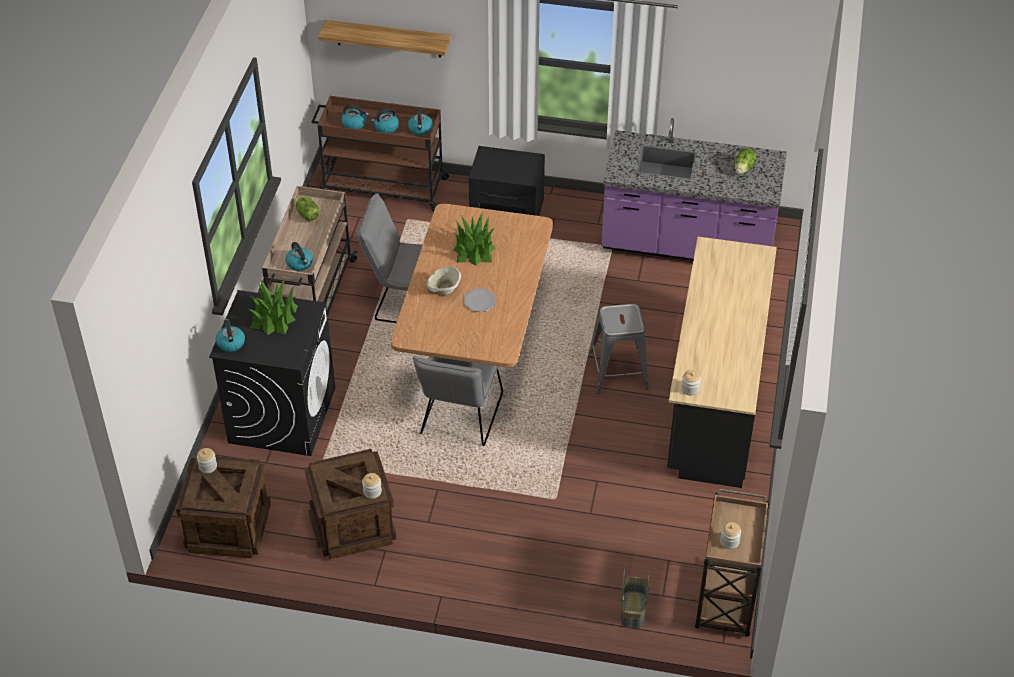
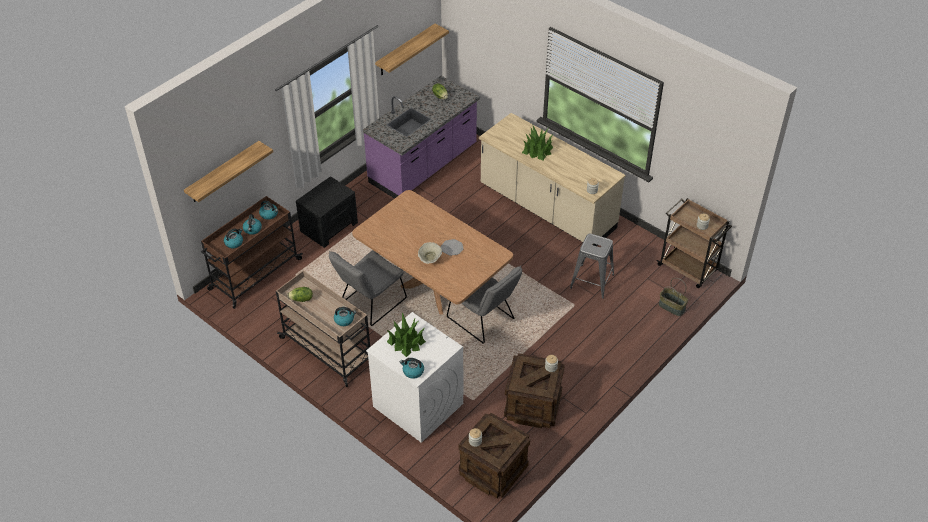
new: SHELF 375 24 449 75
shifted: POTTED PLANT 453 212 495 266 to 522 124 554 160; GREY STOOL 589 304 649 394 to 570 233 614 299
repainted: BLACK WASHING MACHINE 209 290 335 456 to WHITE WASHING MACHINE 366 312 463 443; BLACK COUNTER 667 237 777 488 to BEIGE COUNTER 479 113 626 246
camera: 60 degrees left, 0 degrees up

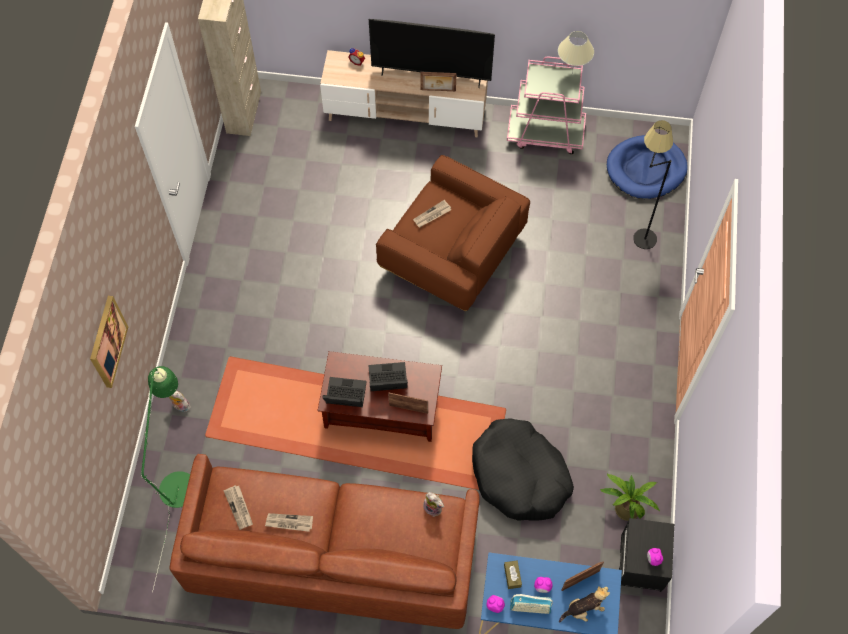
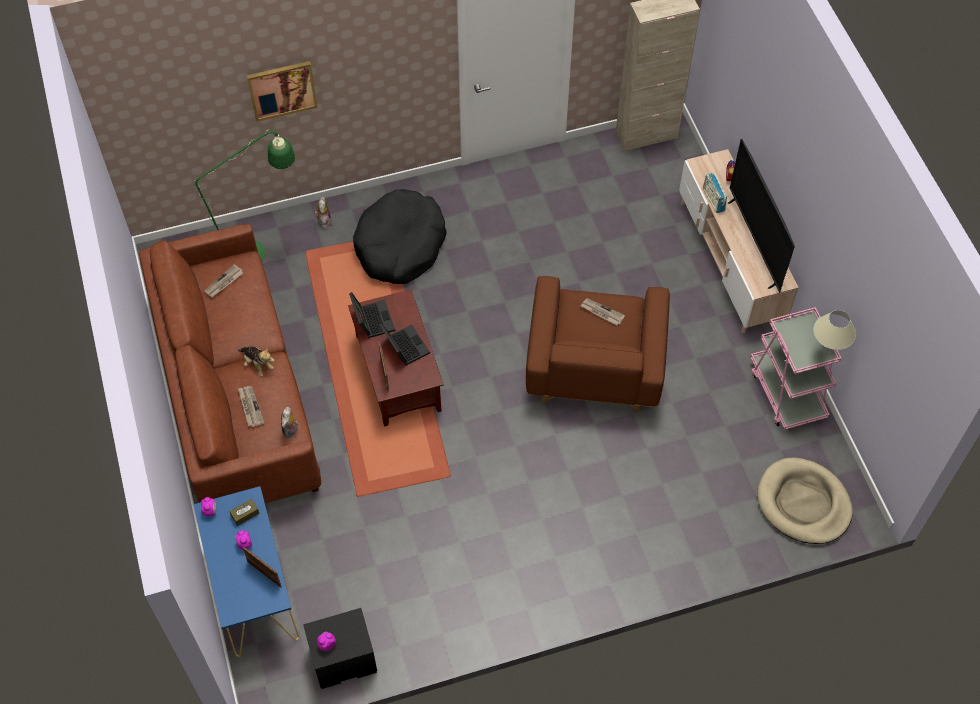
gone: PICTURE FRAME 421 72 457 91; POTTED PLANT 600 473 660 521; BLACK FLOOR LAMP 633 120 673 249
shifted: NEWSPAPER 265 513 313 532 to 238 386 265 427; BLACK DOG BED 472 418 574 521 to 353 189 447 284; RADIO 510 594 553 614 to 703 173 727 213; PLUSH TOY 559 586 610 622 to 238 347 275 376
repainted: BLUE DOG BED 607 135 688 199 to BEIGE DOG BED 757 458 853 544
camera: 65 degrees right, 5 degrees down

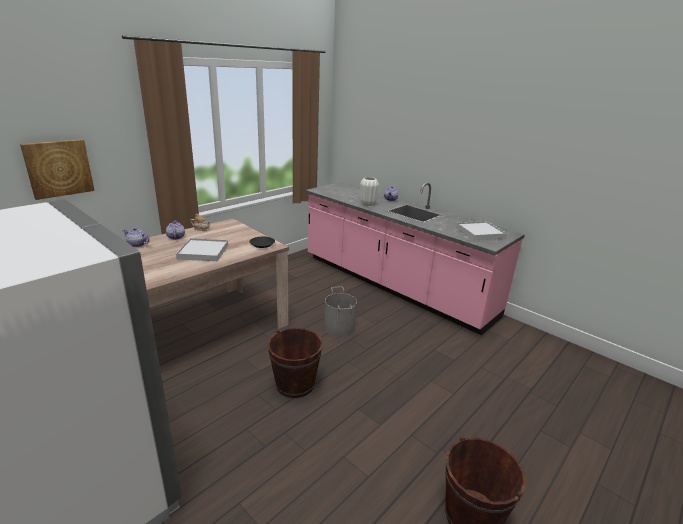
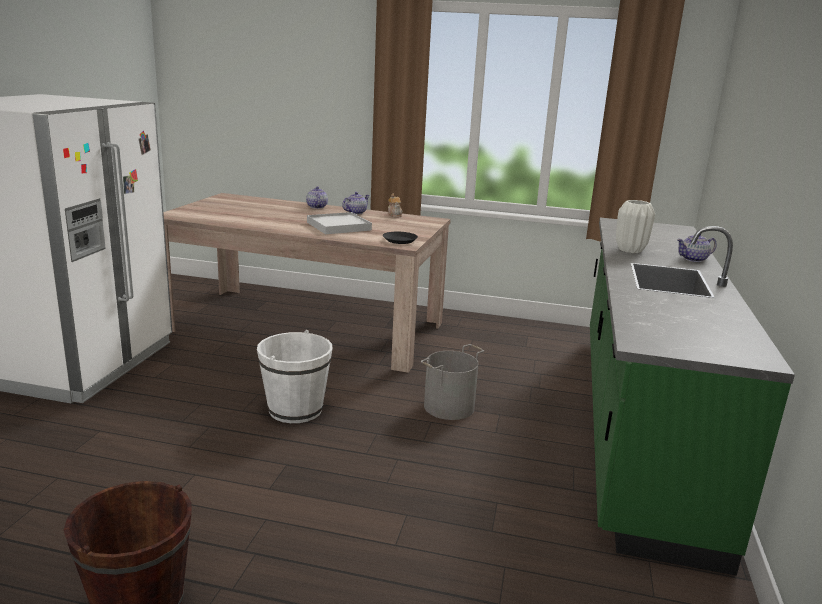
gone: PICTURE 20 139 95 200; WHITE TRAY 456 221 507 240
repainted: BROWN BUCKET 268 328 323 398 to WHITE BUCKET 257 330 333 423; PINK COUNTER 305 182 525 335 to GREEN COUNTER 590 218 795 576
camera: 60 degrees right, 5 degrees down

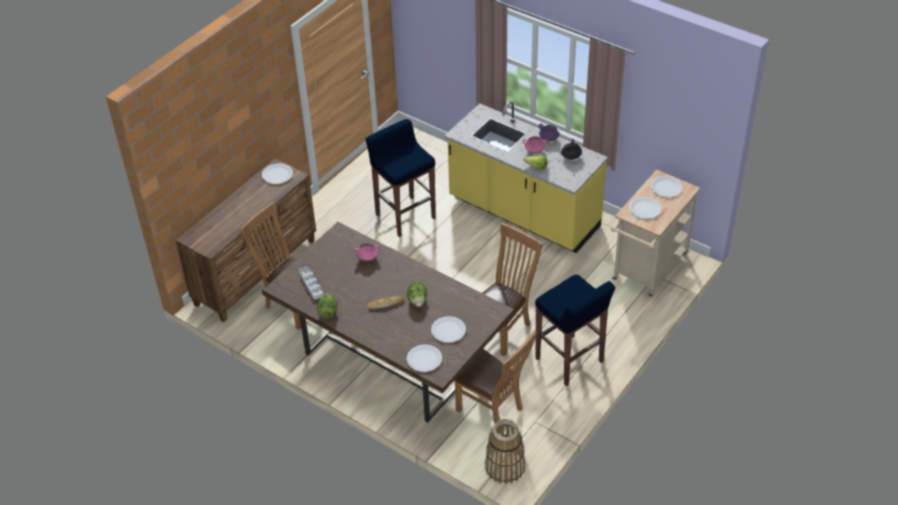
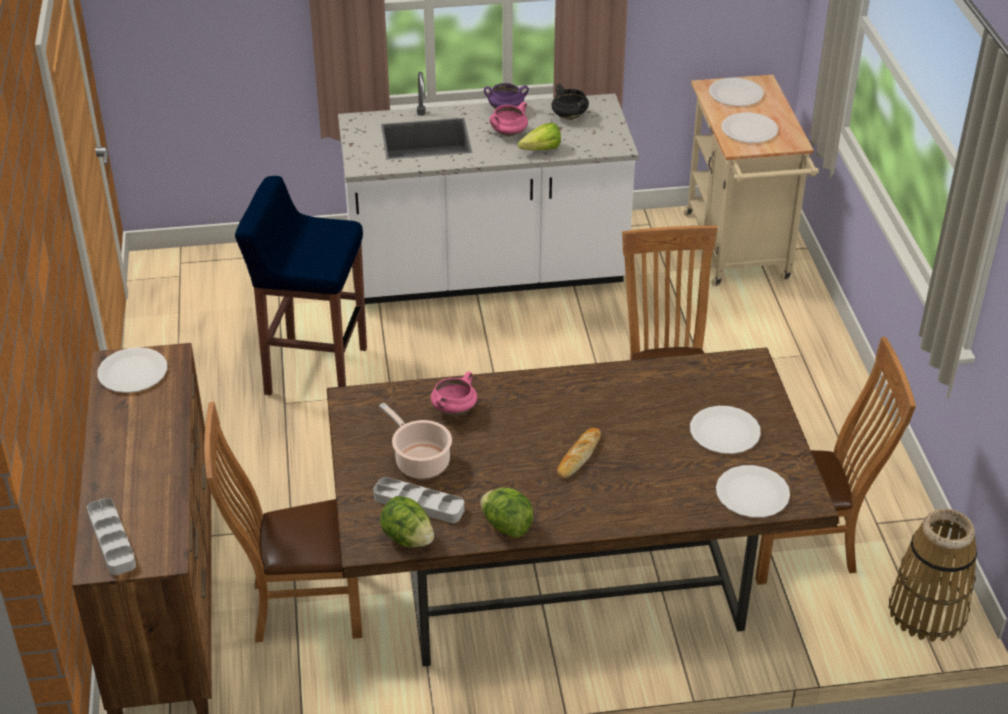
gone: BLUE STOOL 535 275 615 386
new: GREY TRAY 87 498 136 575; COOKING POT 379 403 452 479
shifted: LETTUCE 407 281 428 307 to 380 496 434 548
repainted: YELLOW COUNTER 444 102 608 253 to WHITE COUNTER 338 72 639 304
camera: 45 degrees left, 5 degrees down

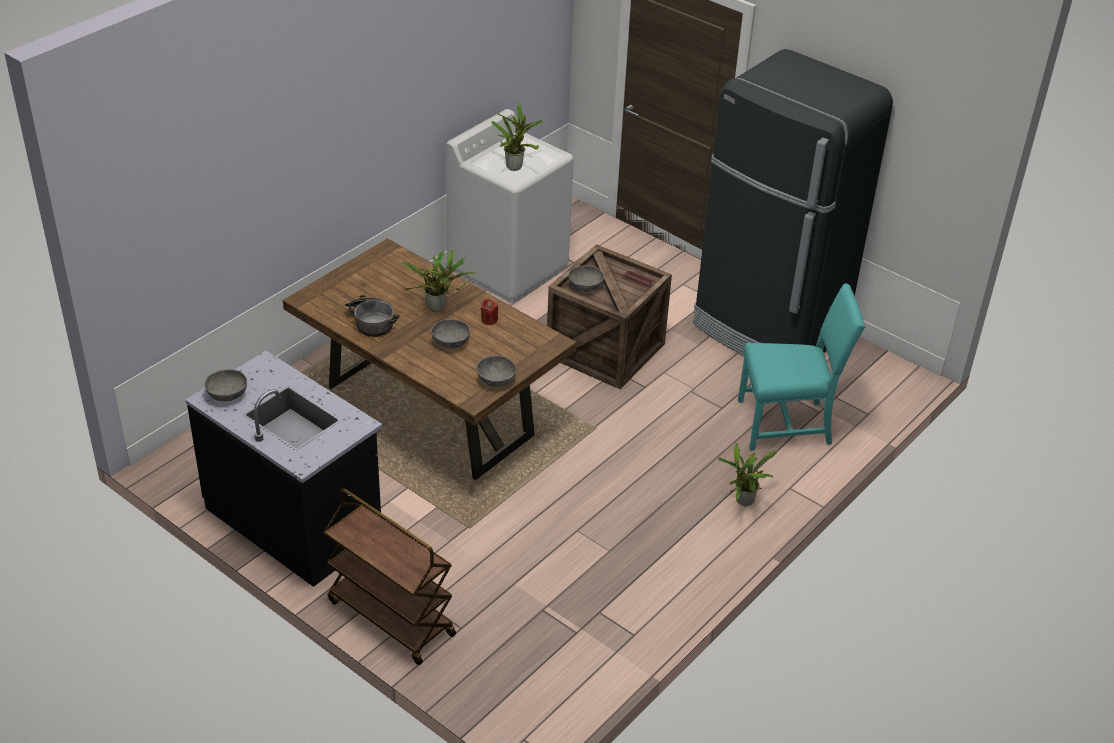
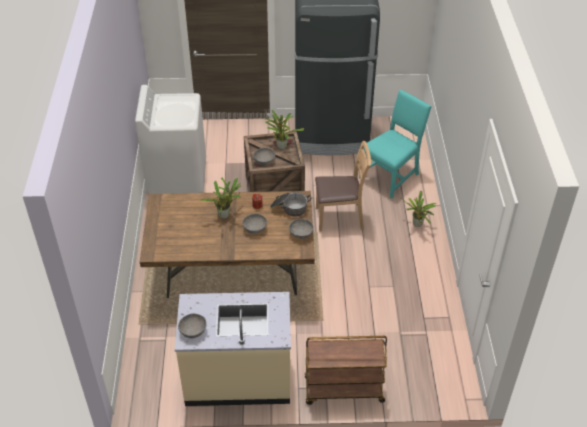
new: BROWN CHAIR 315 141 371 232
shifted: COOKING POT 345 295 400 337 to 270 192 311 217; POTTED PLANT 491 103 543 171 to 265 110 304 149
repainted: BLACK COUNTER 185 351 382 587 to BEIGE COUNTER 175 292 291 406
camera: 40 degrees left, 5 degrees up

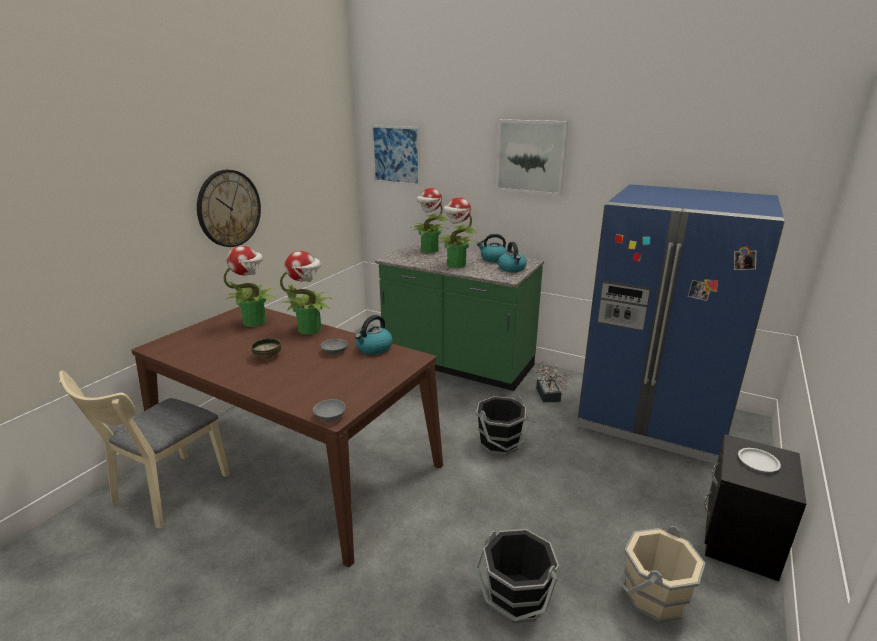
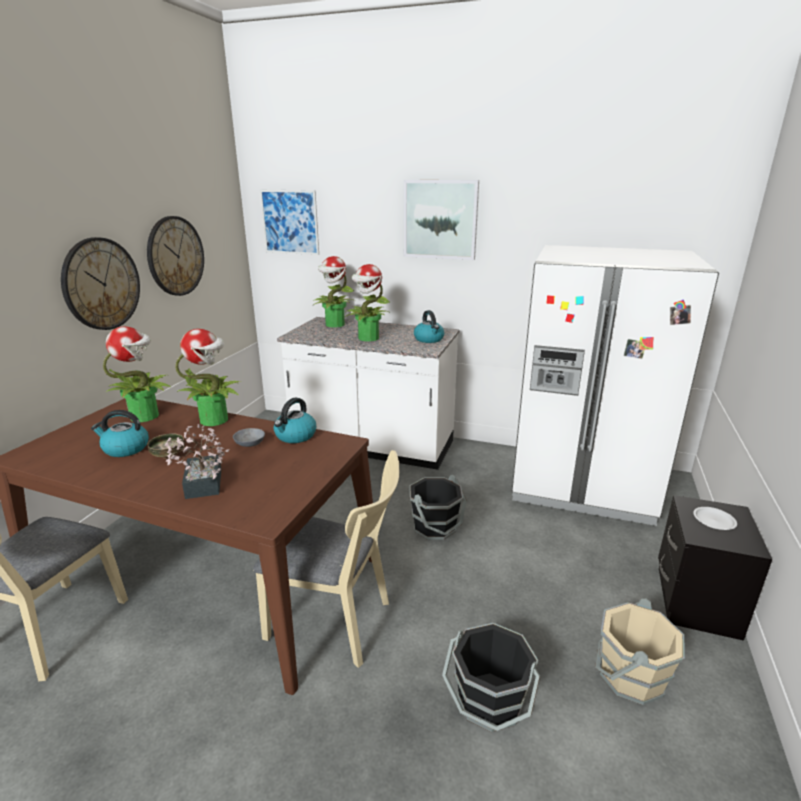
gone: GREY BOWL 313 399 345 422
new: WALL CLOCK 147 216 204 296; BEIGE CHAIR 253 450 400 668
shifted: KETTLE 477 234 507 262 to 91 410 149 457; POTTED PLANT 533 361 572 402 to 165 424 229 499
repainted: GREEN COUNTER 375 242 544 391 to WHITE COUNTER 277 317 459 470; BLUE FRIDGE 578 184 785 464 to WHITE FRIDGE 512 245 719 526
camera: 10 degrees left, 0 degrees up

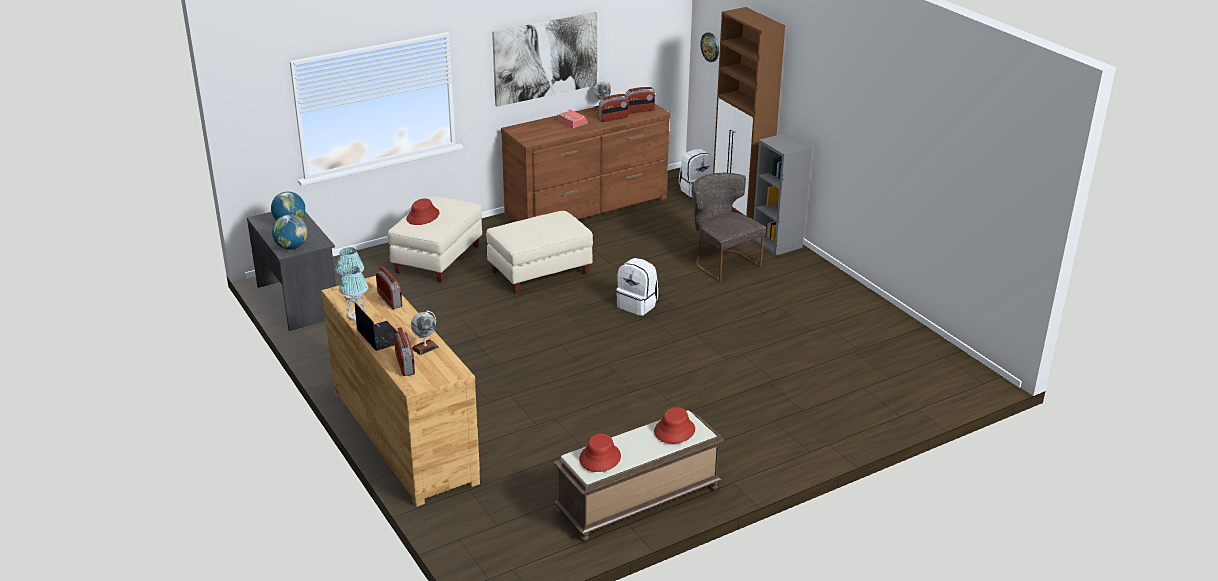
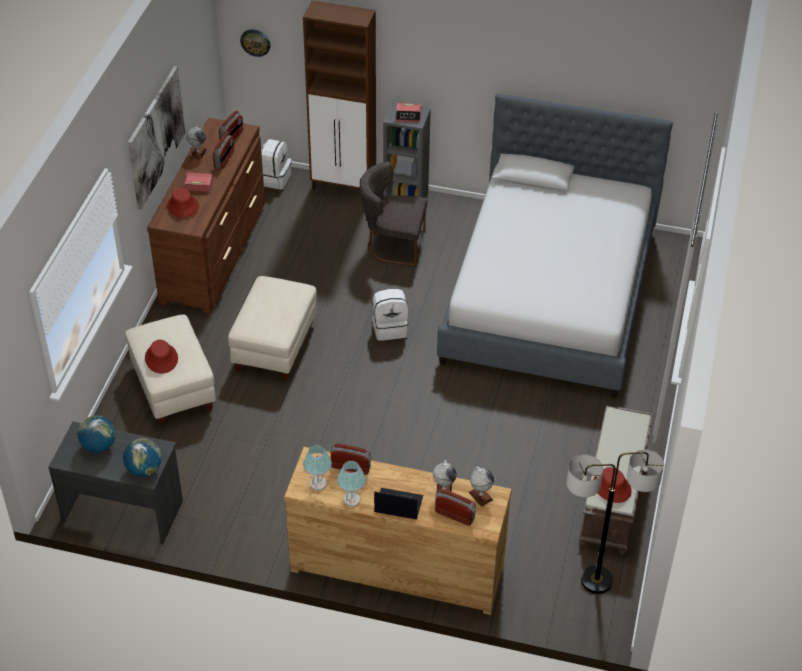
new: ALARM CLOCK 396 103 421 122; BED 437 93 673 397; GLOBE 469 467 494 507; FLOOR LAMP 567 450 664 594
shifted: RED HAT 654 407 695 444 to 167 188 199 218
camera: 45 degrees left, 15 degrees up

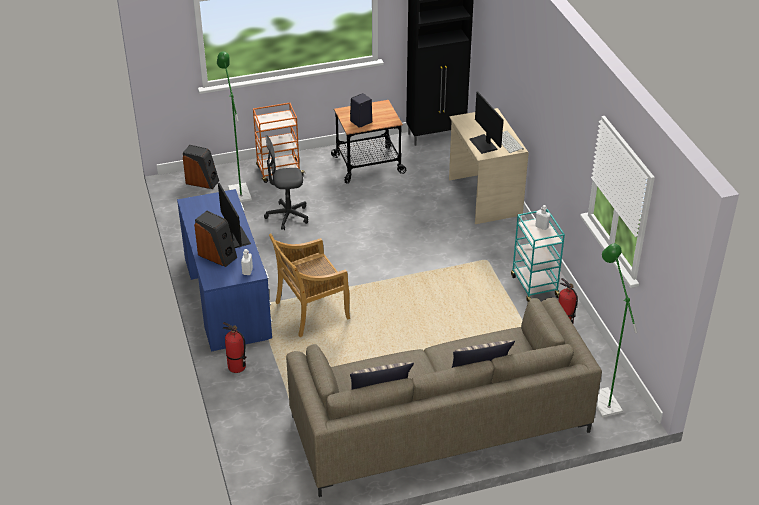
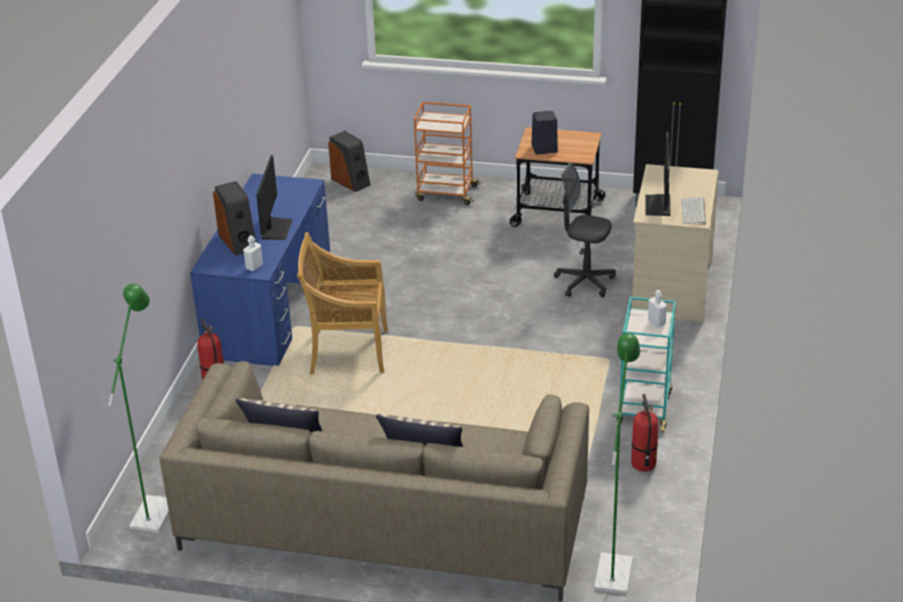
shifted: GREEN FLOOR LAMP 217 51 252 202 to 108 284 169 533; GREY OFFICE CHAIR 264 135 308 230 to 554 162 616 298
camera: 30 degrees right, 5 degrees down

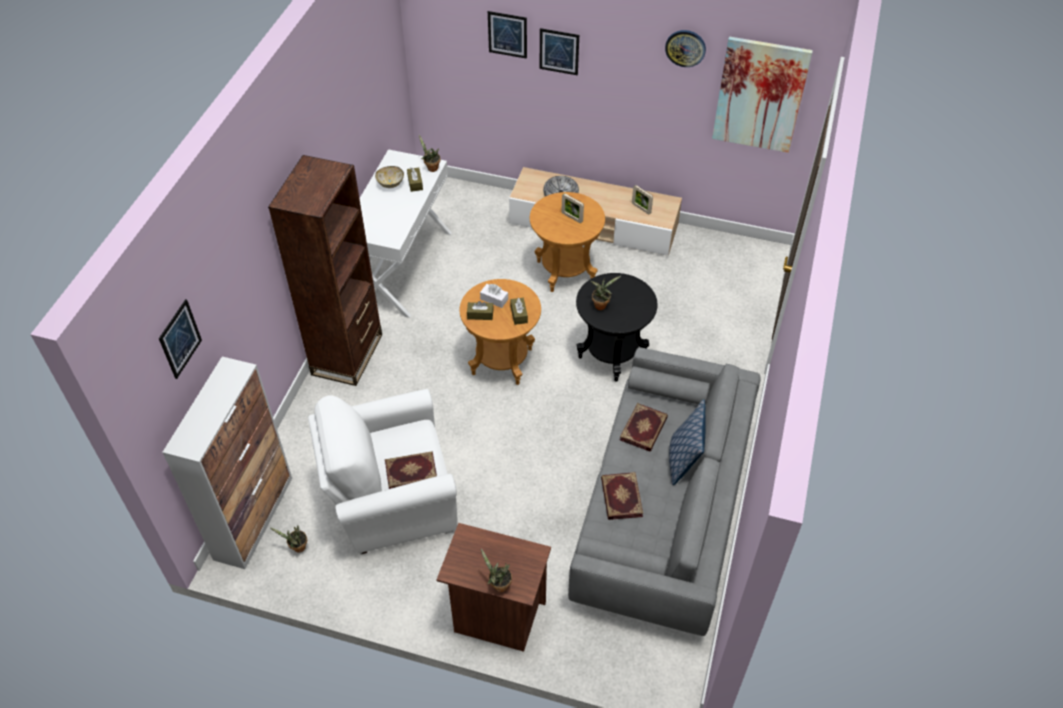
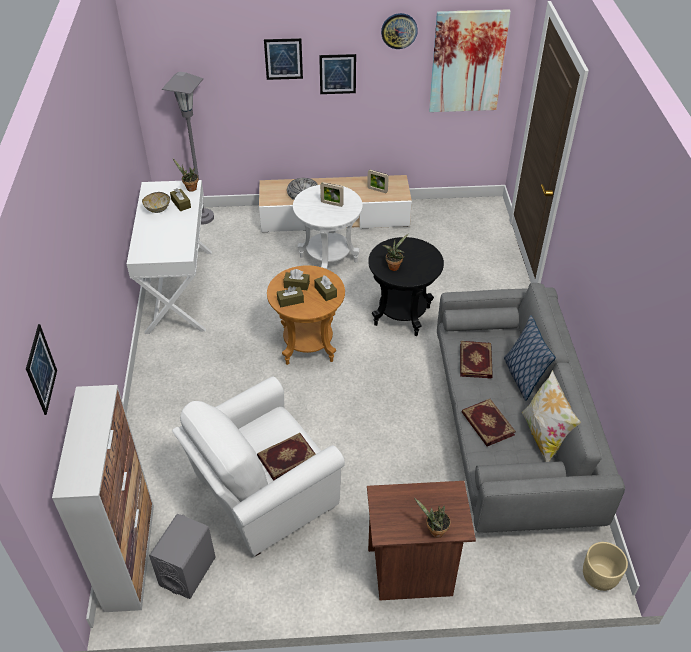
gone: BROWN BOOKCASE 268 155 382 386
new: GREY FLOOR LAMP 162 72 214 225; PILLOW 522 370 581 462; BEIGE PLANTER 583 542 628 591
shifted: PICTURE 488 11 527 59 to 319 54 356 94
swapped: POTTED PLANT 270 525 307 553 to GREY SPEAKER 149 514 215 599
repainted: WHITE TISSUE BOX 480 284 508 308 to BROWN TISSUE BOX 283 269 310 290; BROWN SIDE TABLE 530 192 605 292 to WHITE SIDE TABLE 293 184 363 269
camera: 20 degrees left, 5 degrees down

